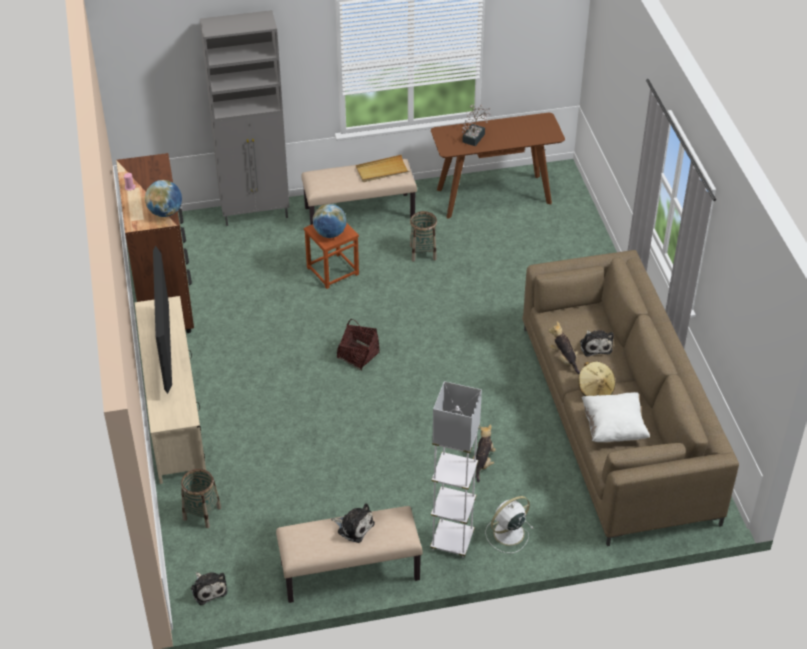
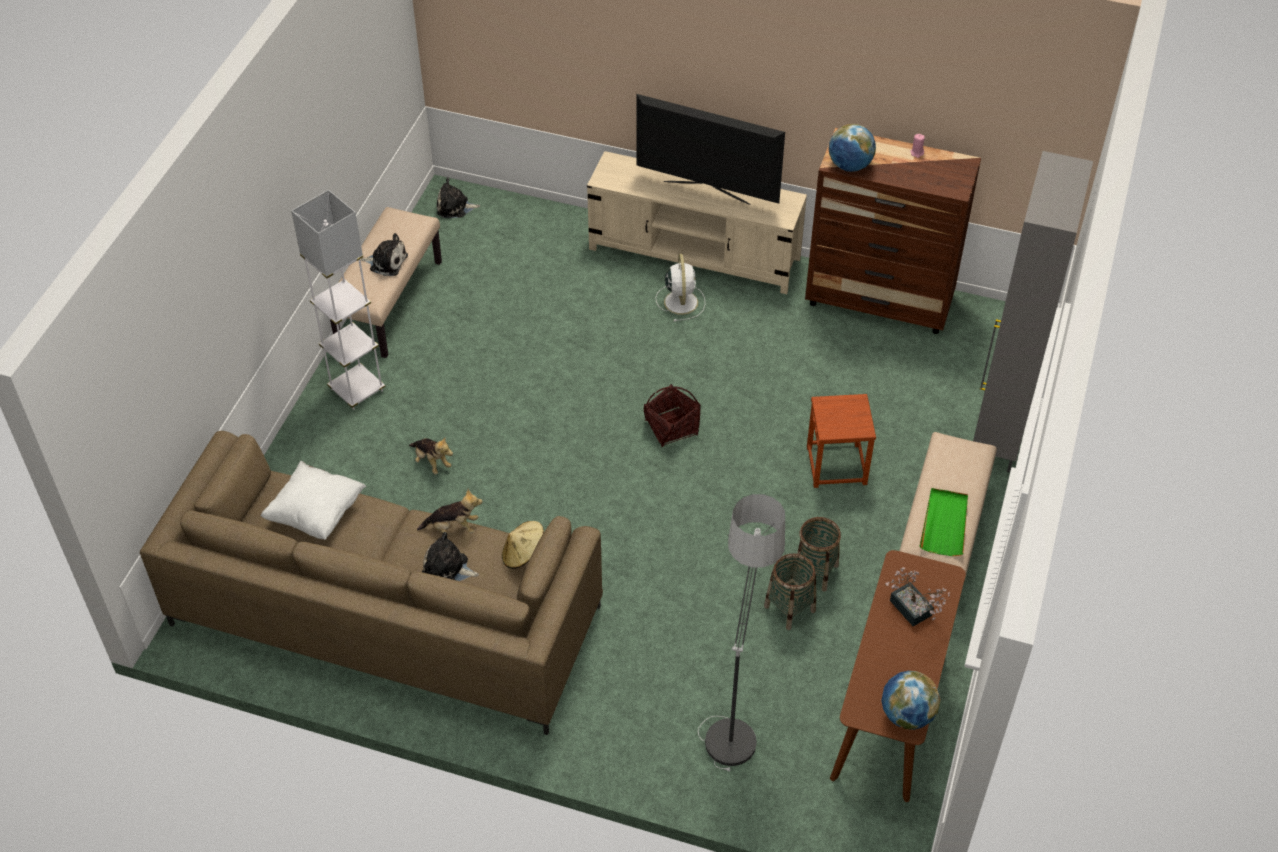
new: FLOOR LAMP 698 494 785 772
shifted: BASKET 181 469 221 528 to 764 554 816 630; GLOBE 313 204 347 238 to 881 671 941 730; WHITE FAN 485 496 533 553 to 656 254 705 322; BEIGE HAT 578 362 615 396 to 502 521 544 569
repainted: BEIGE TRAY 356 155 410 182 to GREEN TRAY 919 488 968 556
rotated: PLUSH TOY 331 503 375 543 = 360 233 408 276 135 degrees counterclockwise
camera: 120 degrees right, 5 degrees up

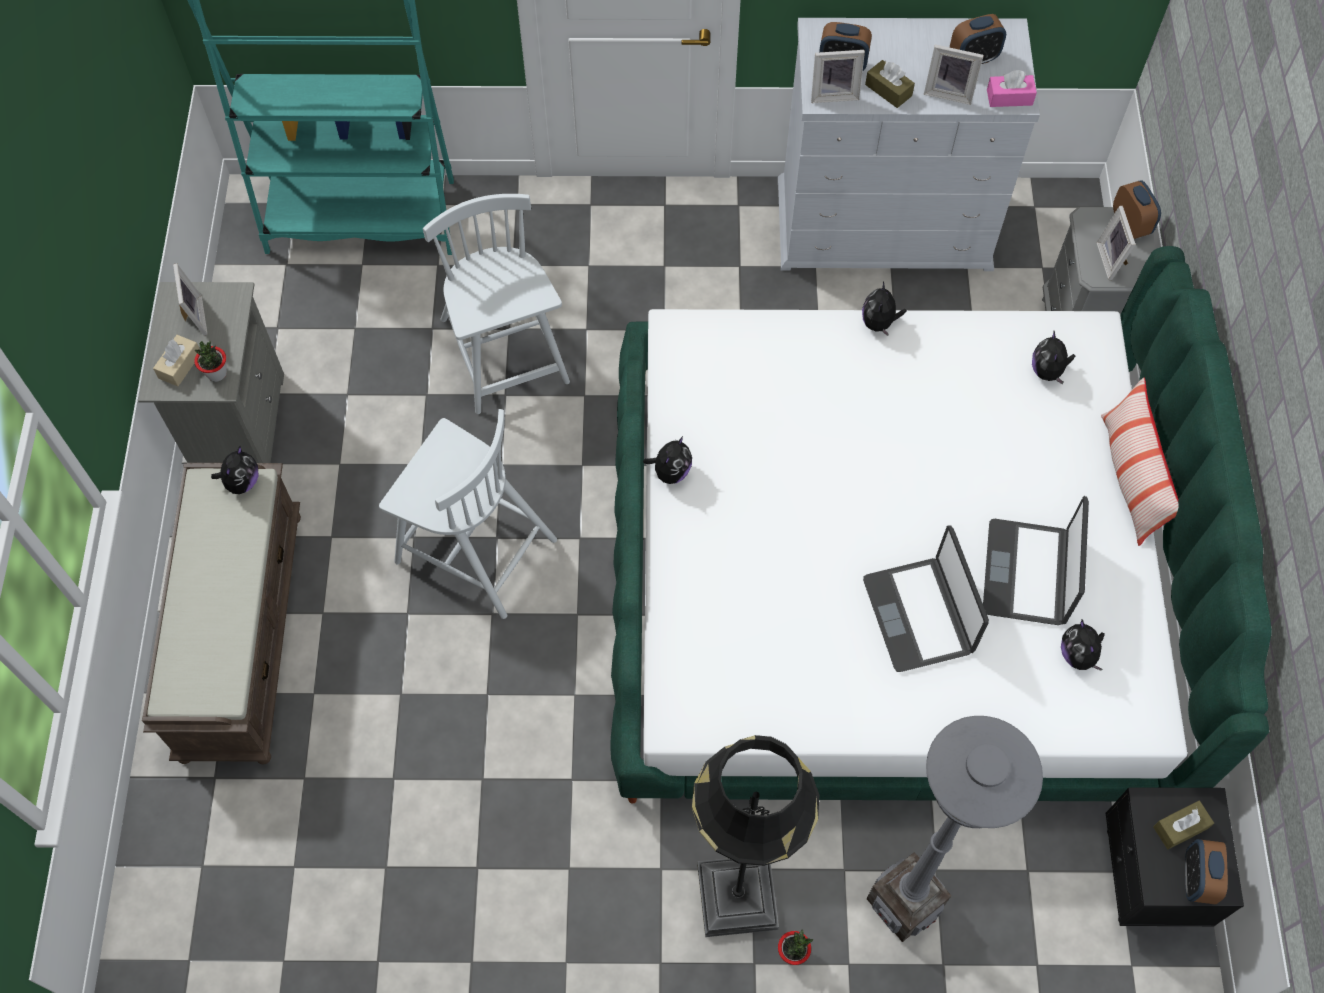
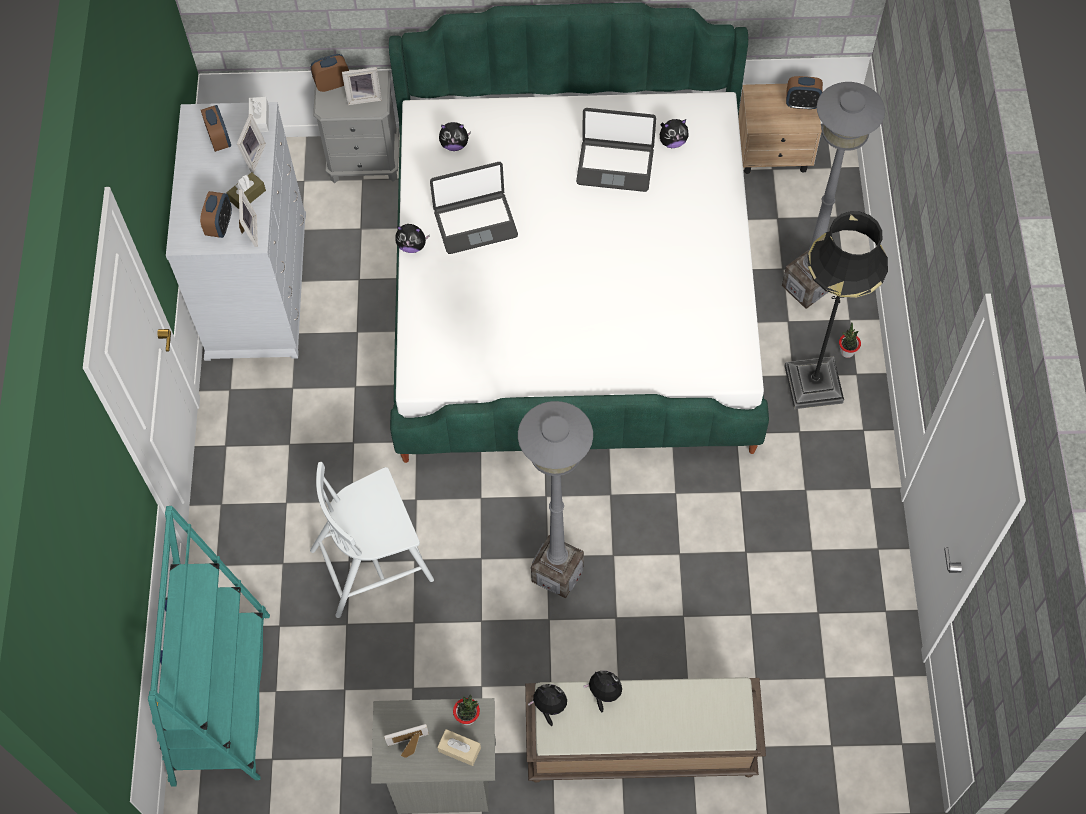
gone: PILLOW 1101 377 1179 546; BROWN TISSUE BOX 1153 800 1214 849
shifted: PLUSH TOY 643 436 692 484 to 583 671 622 713; LAPTOP 863 525 989 672 to 430 162 518 254
swapped: WHITE CHAIR 379 409 557 619 to GREY FLOOR LAMP 518 401 593 598
repainted: PINK TISSUE BOX 987 70 1037 107 to WHITE TISSUE BOX 249 97 269 132; BLACK NIGHTSTAND 1106 787 1244 926 to BEIGE NIGHTSTAND 738 84 822 174
camera: 90 degrees left, 0 degrees up

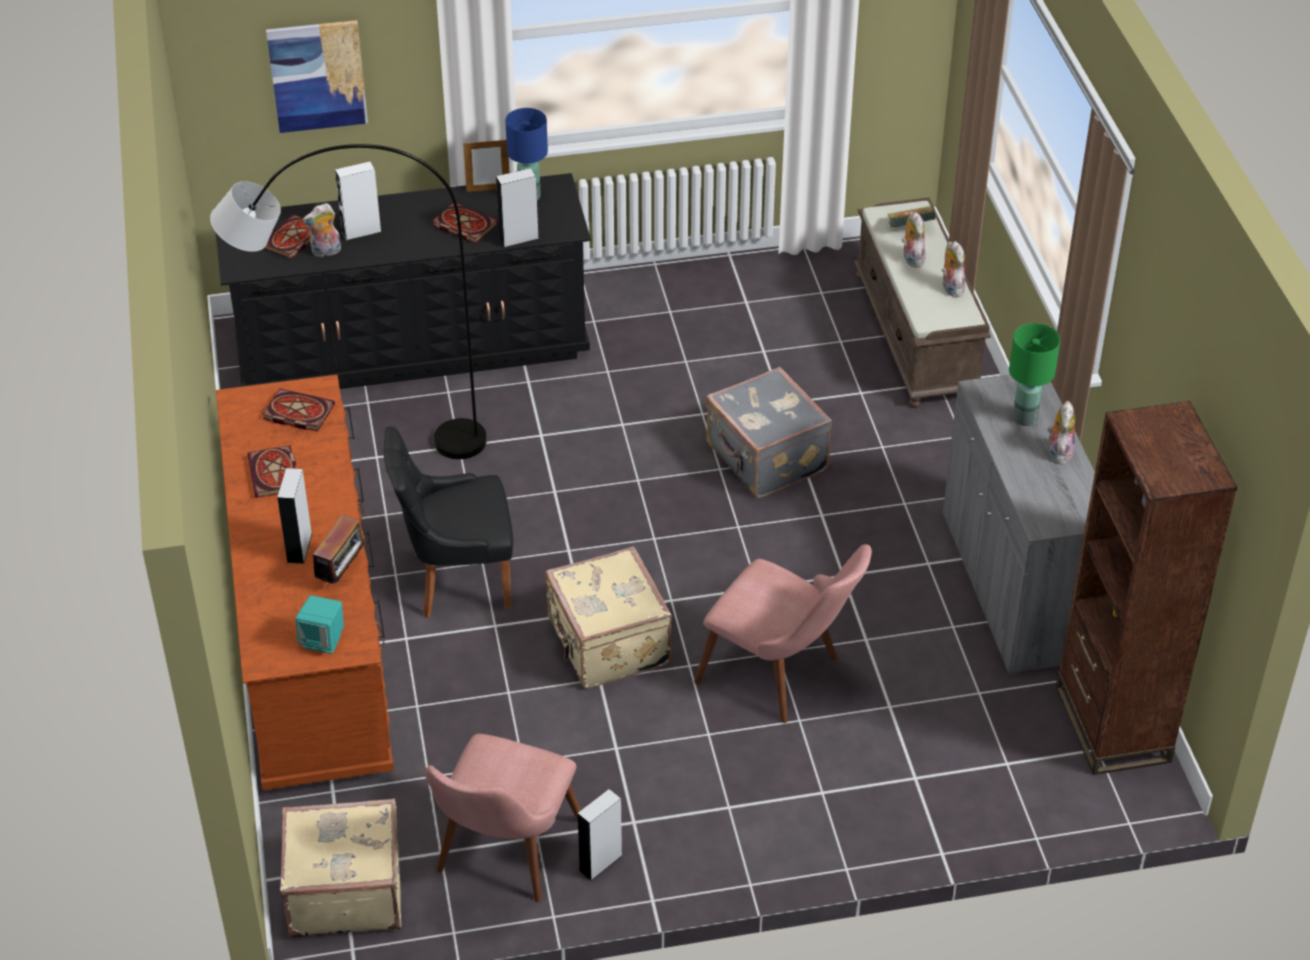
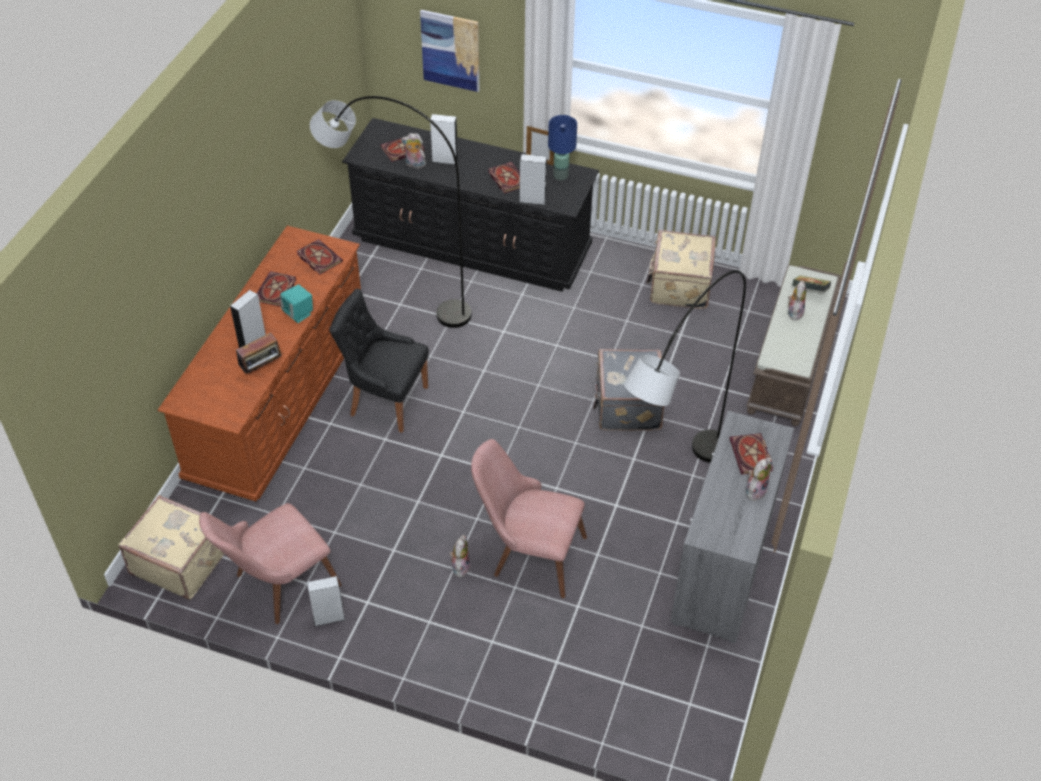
gone: BROWN BOOKCASE 1056 401 1237 775
new: GREY FLOOR LAMP 624 270 746 463
shifted: TURQUOISE SPEAKER 295 595 344 654 to 280 284 313 323; BEIGE SUITCASE 545 546 672 688 to 646 230 716 309; PLUSH TOY 941 241 965 297 to 449 535 470 577
swapped: GREEN TABLE LAMP 1009 323 1060 426 to BOOK 729 433 773 475
rotated: PINK CHAIR 694 544 872 723 = 471 439 587 598 135 degrees clockwise
camera: 30 degrees right, 5 degrees up

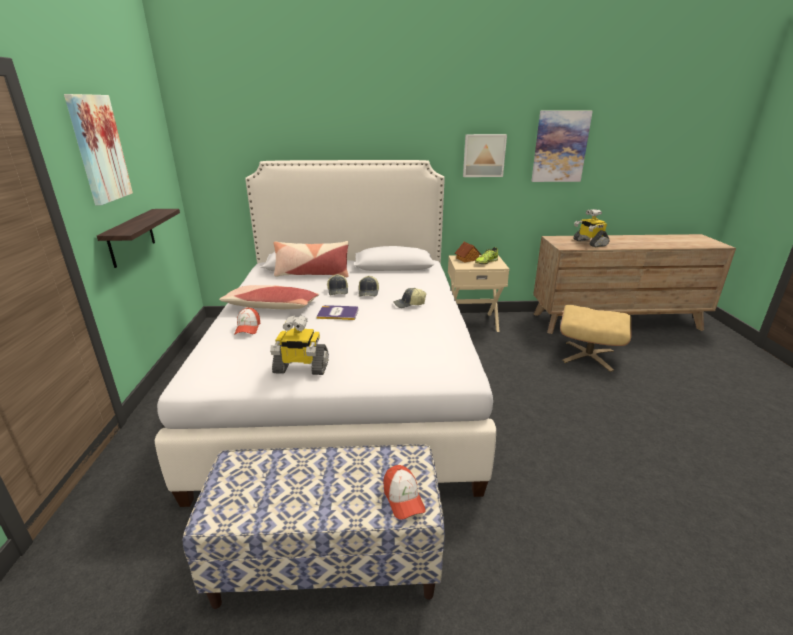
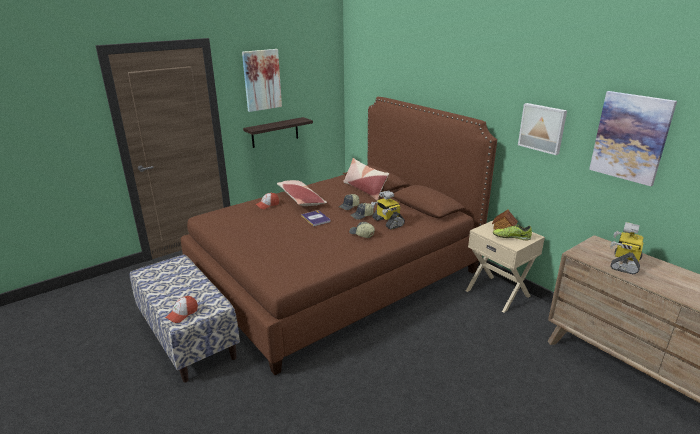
gone: BEIGE OTTOMAN 560 305 632 372
shifted: TOY ROBOT 270 315 329 375 to 371 191 405 230
repainted: WHITE BED 155 160 496 507 to BROWN BED 181 97 497 375
camera: 55 degrees right, 0 degrees up

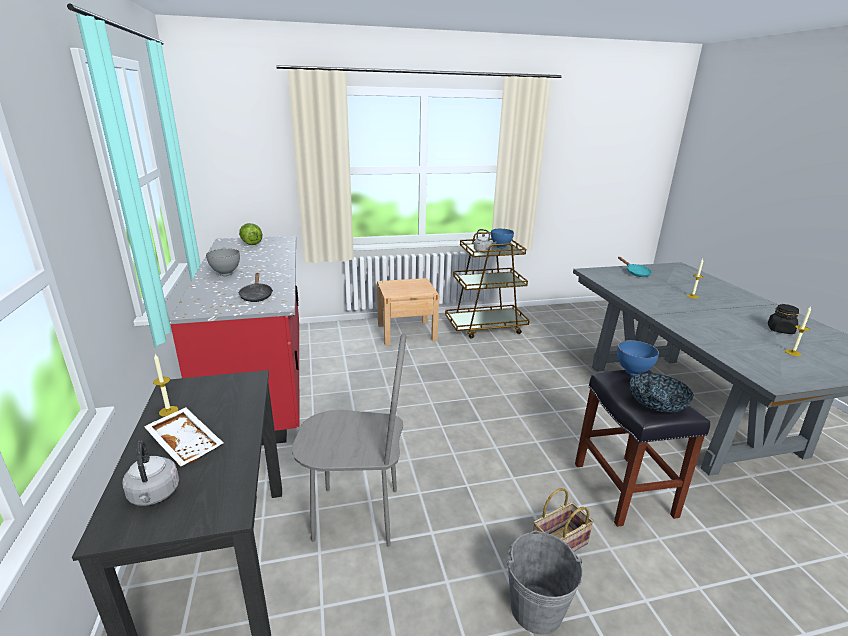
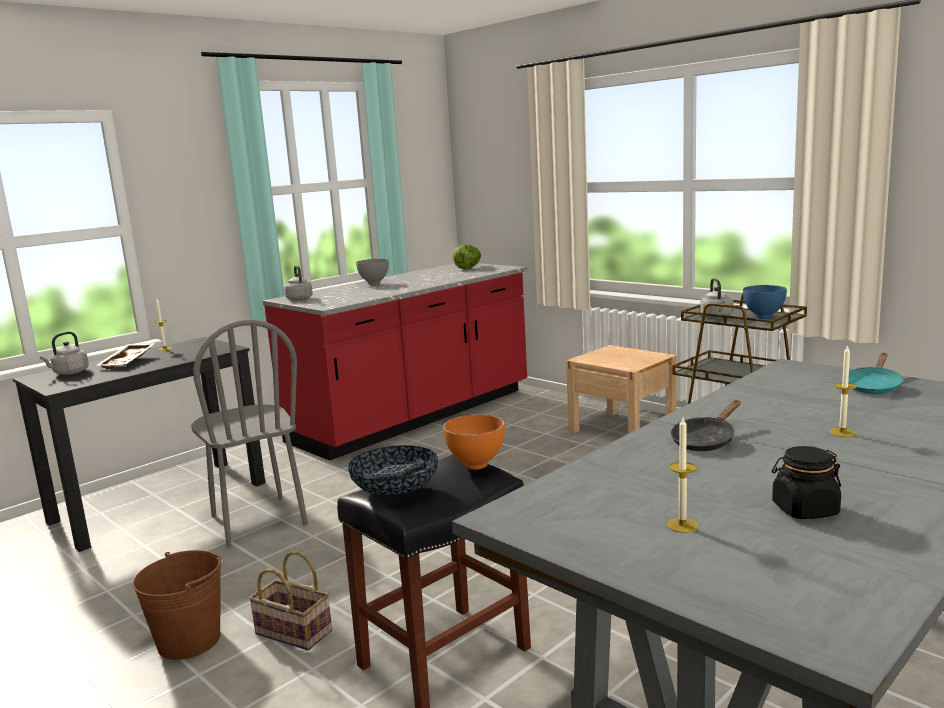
new: GREY KETTLE 284 265 313 301
shifted: BLACK FRYING PAN 238 273 273 302 to 671 400 740 451
repainted: GREY BUCKET 507 530 583 635 to BROWN BUCKET 133 550 222 660; BLUE BOWL 617 340 659 376 to ORANGE BOWL 443 414 505 470
camera: 60 degrees right, 10 degrees down

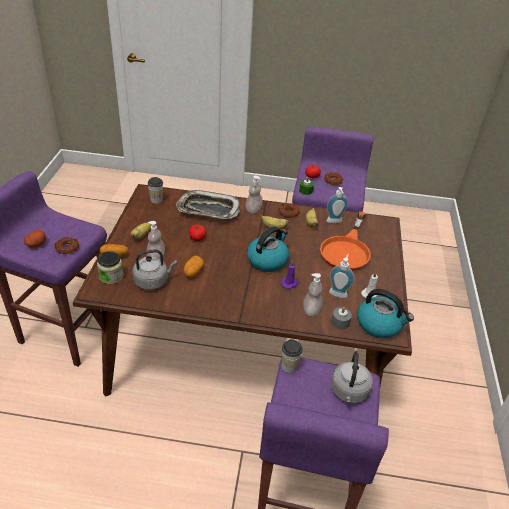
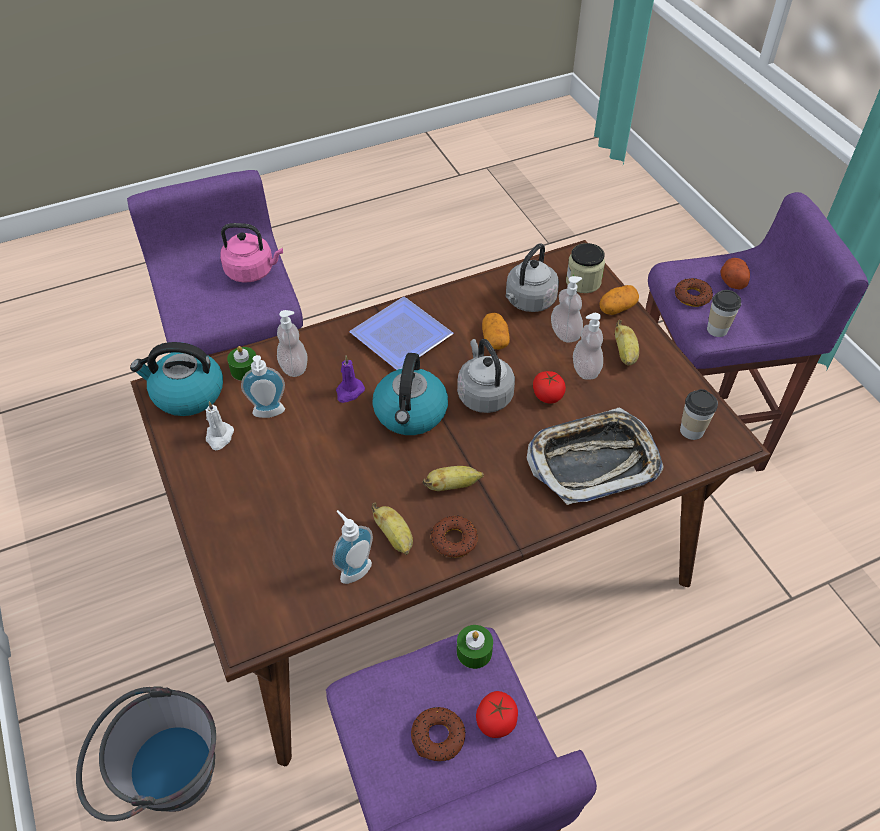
gone: ORANGE FRYING PAN 320 211 371 271
new: GREY BUCKET 76 686 216 822; PINK KETTLE 220 223 283 283; PLATE 349 297 453 370
shifted: SOAP DISPENSER 245 175 263 214 to 573 313 603 380; CUP 282 339 303 373 to 707 290 741 337; GREY KETTLE 331 351 373 403 to 457 339 515 413
repainted: GREY CANDLE 331 307 352 329 to GREEN CANDLE 227 346 256 381
camera: 150 degrees right, 10 degrees up

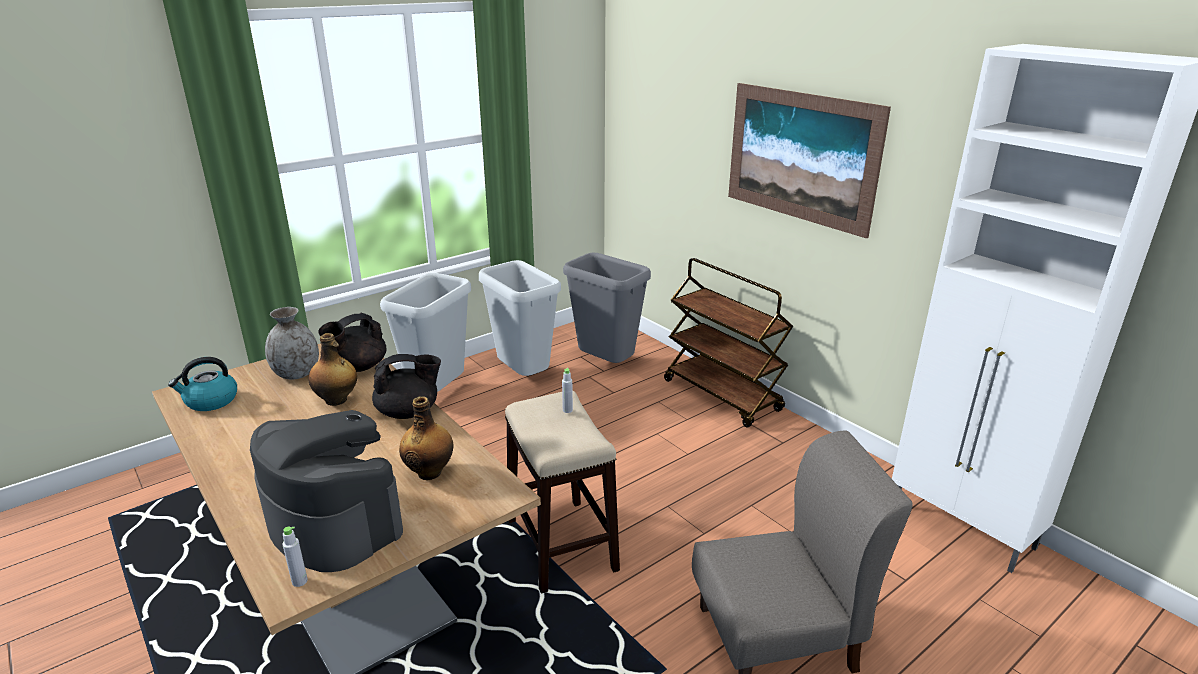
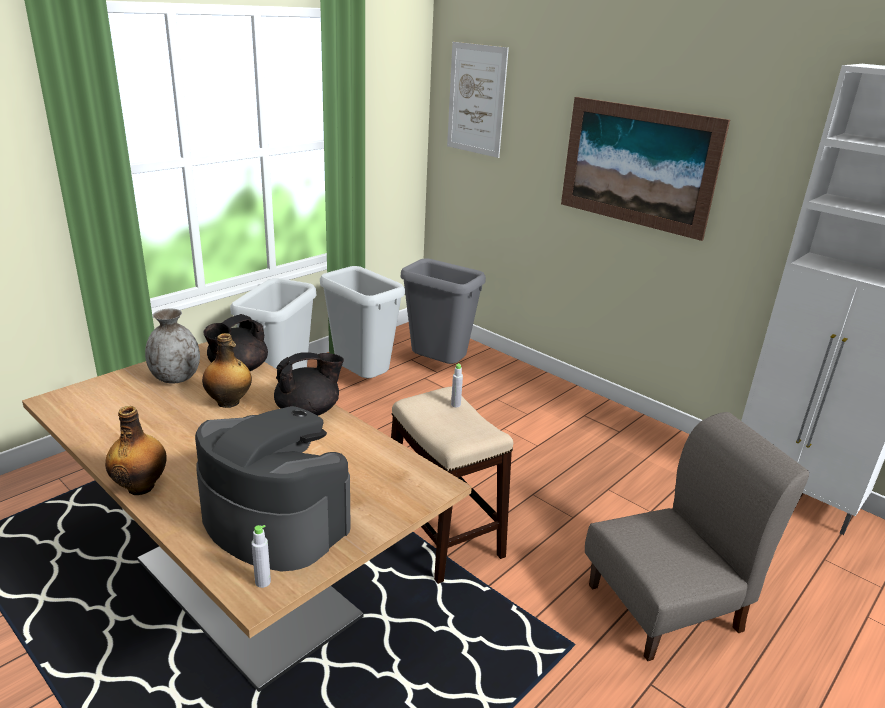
gone: KETTLE 168 357 237 411; BROWN CART 664 258 793 427
new: PICTURE 447 42 509 158
shifted: BOTTLE 399 396 453 480 to 105 406 167 495
camera: 10 degrees left, 0 degrees up

